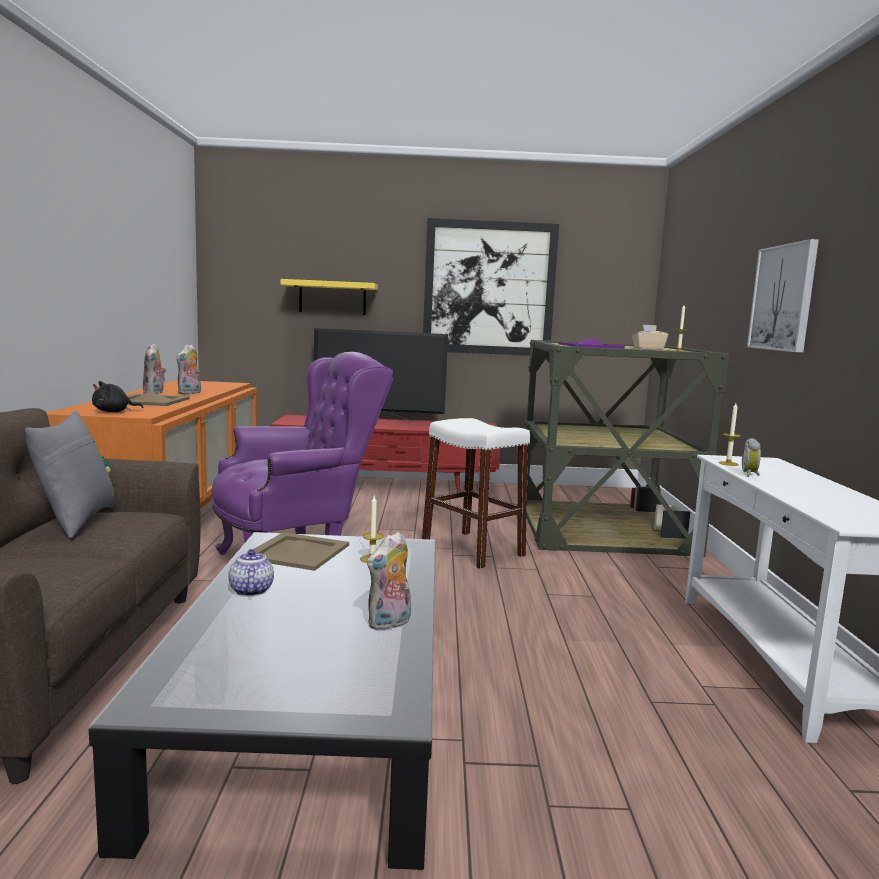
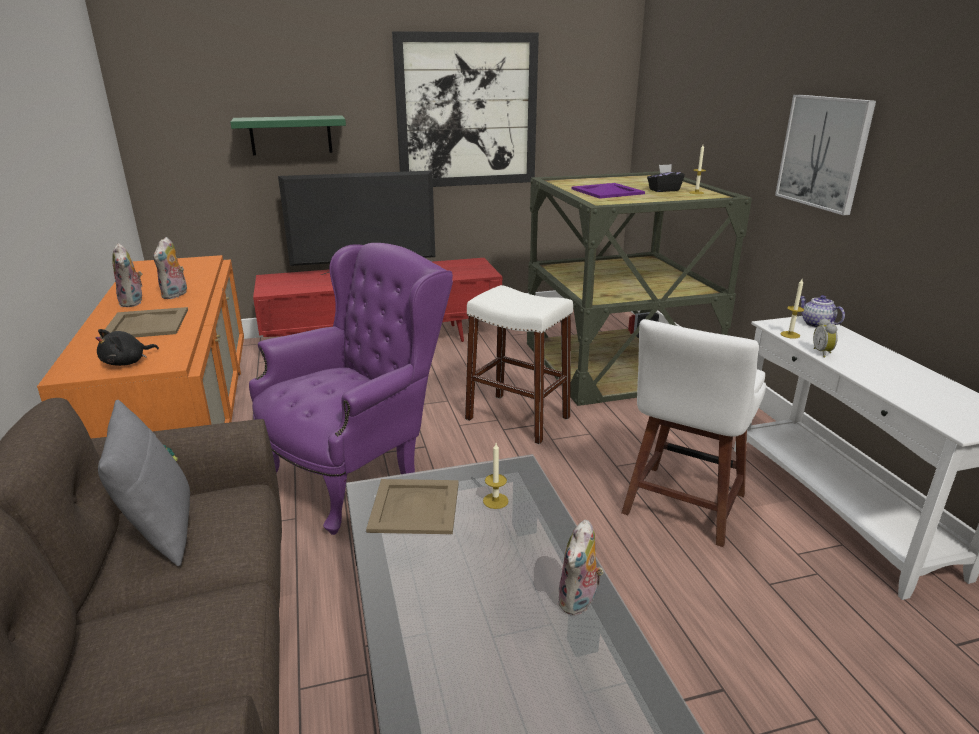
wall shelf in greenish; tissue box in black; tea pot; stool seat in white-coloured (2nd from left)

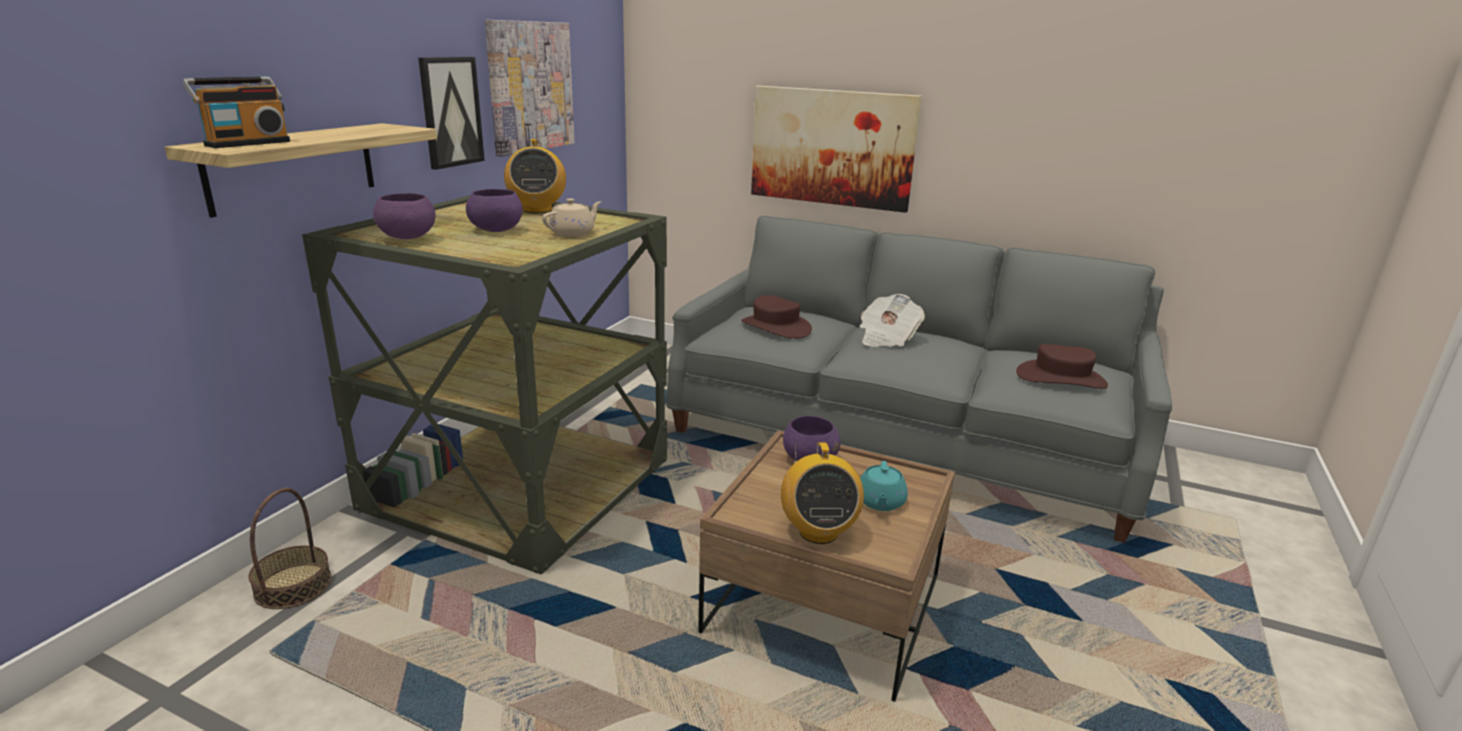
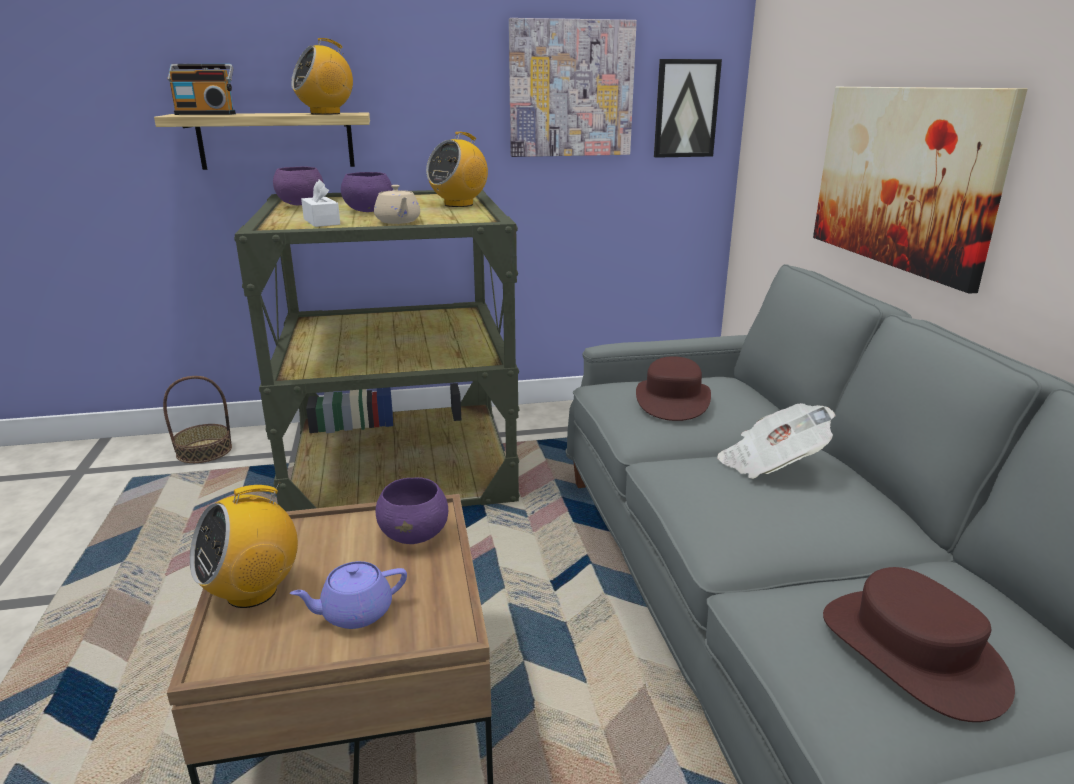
wall art (2nd from left); tea pot in sand-coloured; tea pot in purplish; radio receiver (3rd from left); tissue box in white-coloured

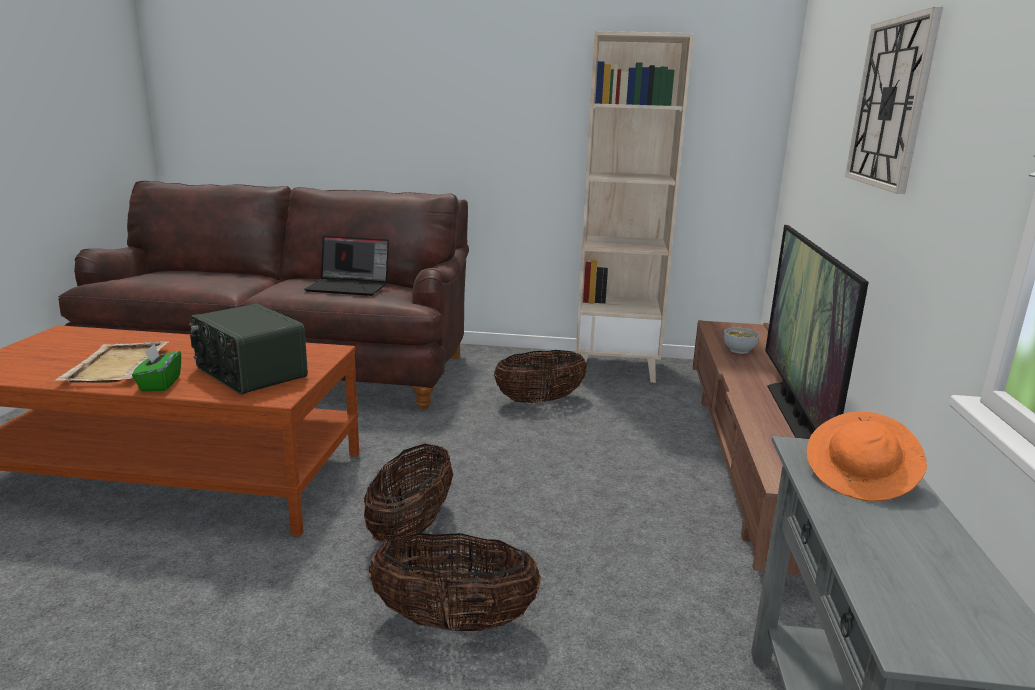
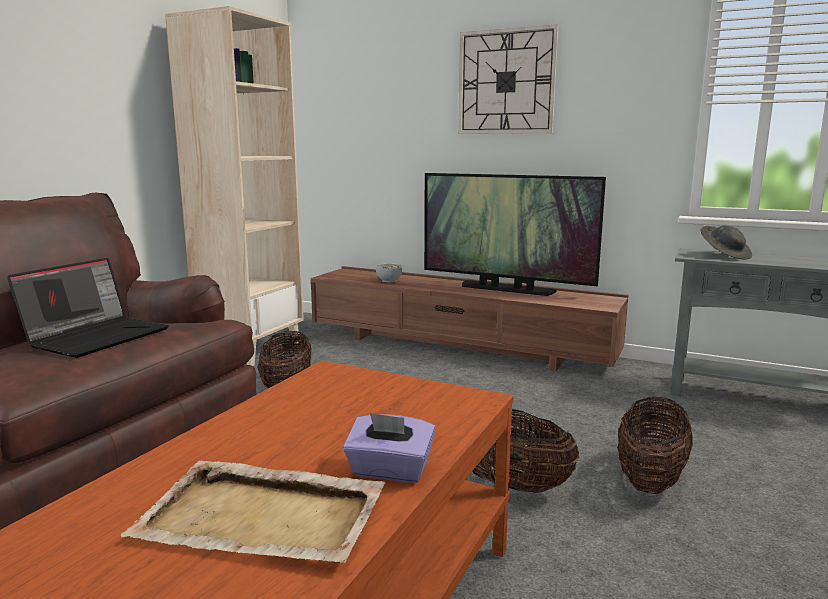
radio receiver; tissue box in purplish; clothing hat in greyish

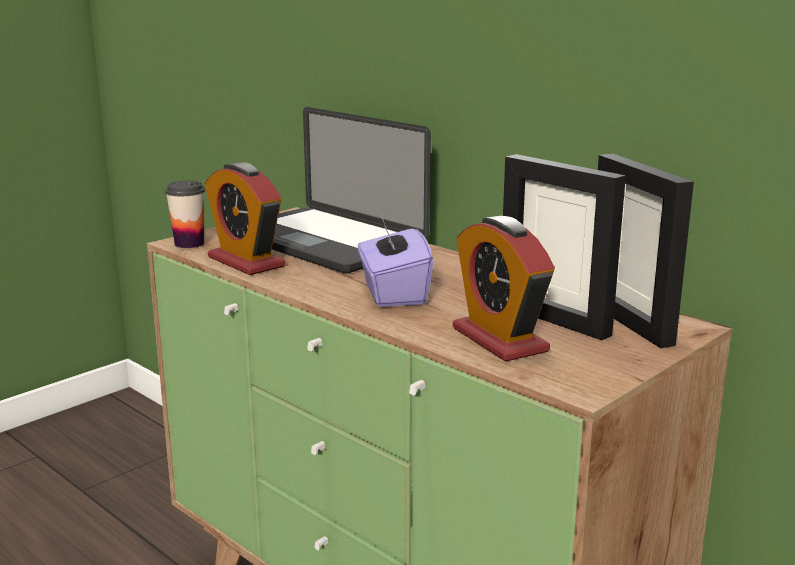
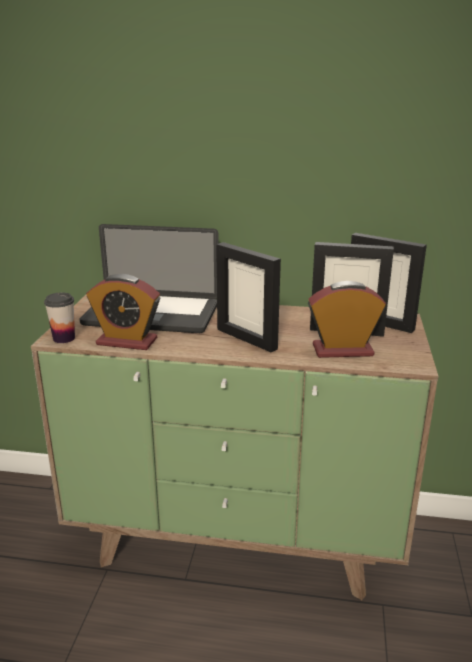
photo frame (1st from left); table clock (2nd from left)

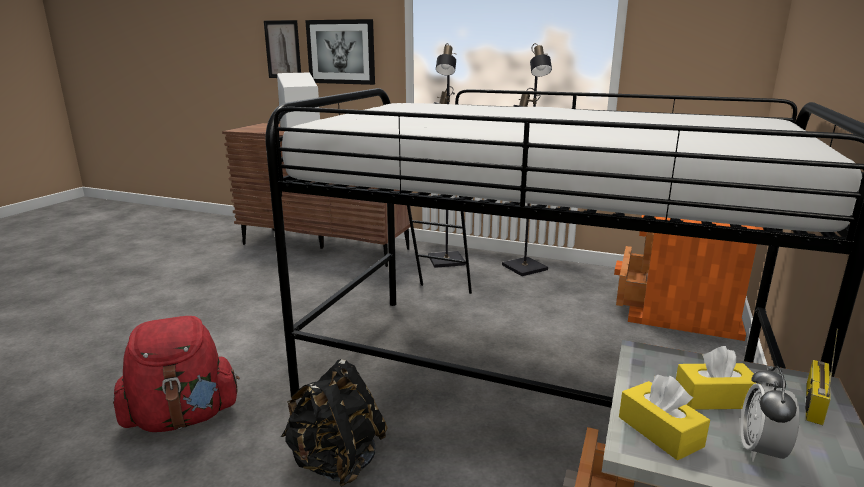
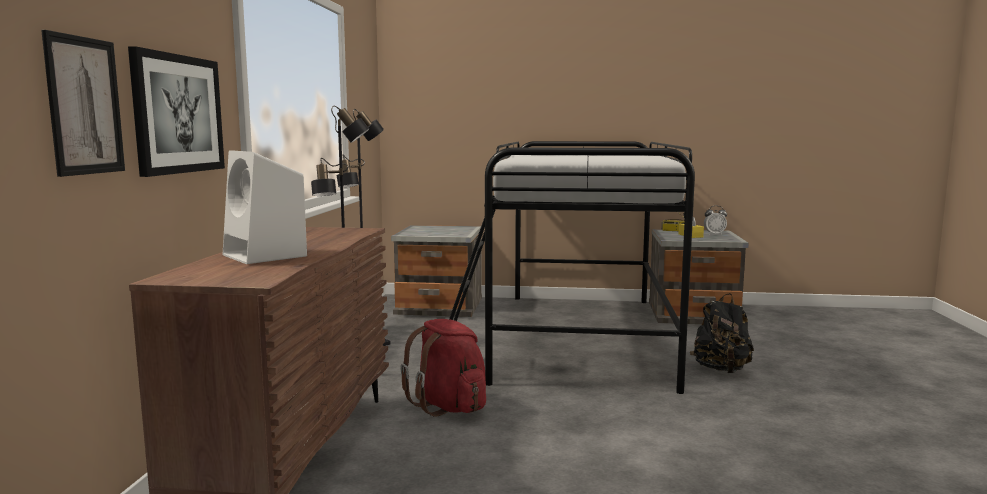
bedside table in greyish (1st from left); knapsack in reddish; tissue box in yellow (1st from left in the first image)

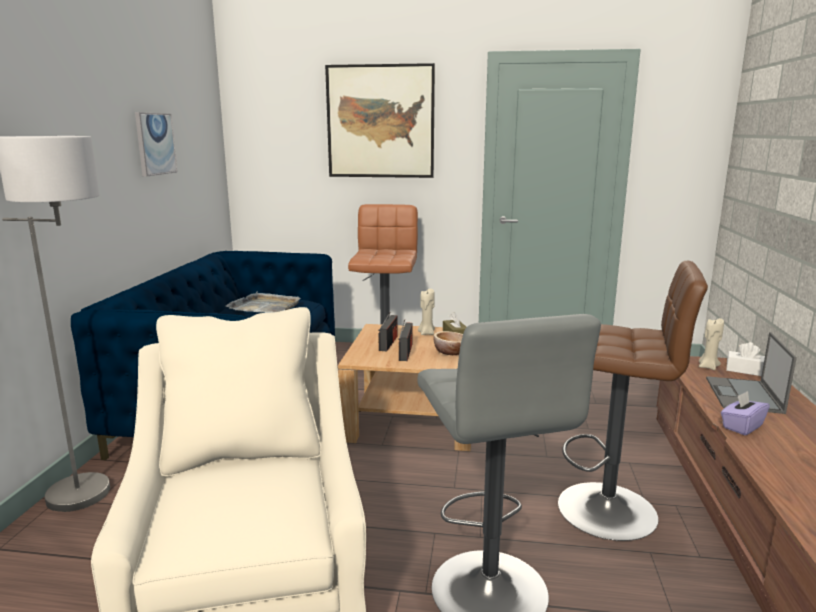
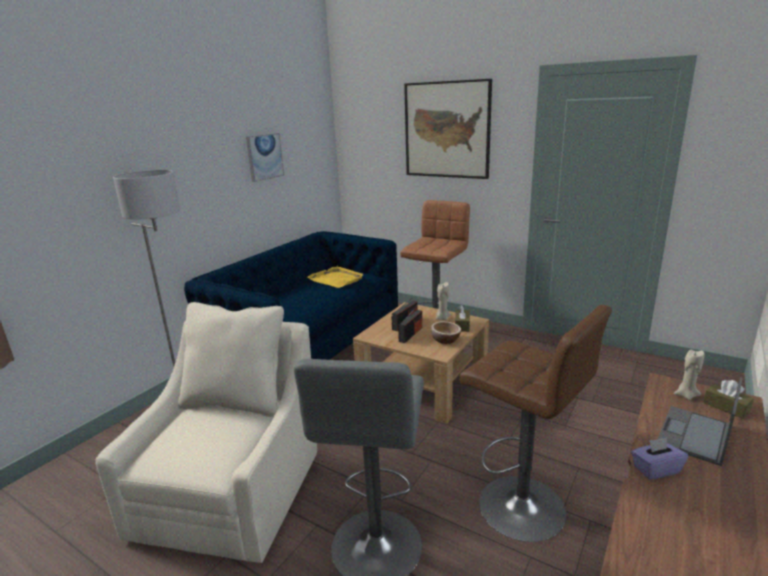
carrying tray in yellow; tissue box in brownish (2nd from left)

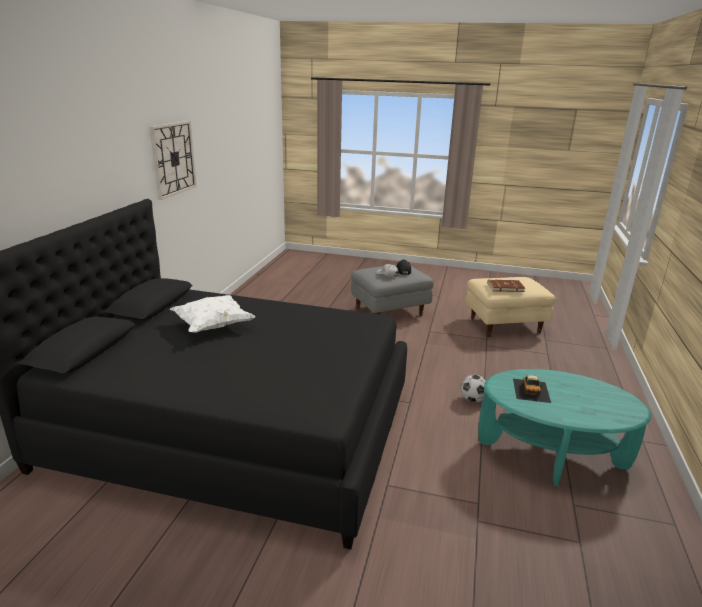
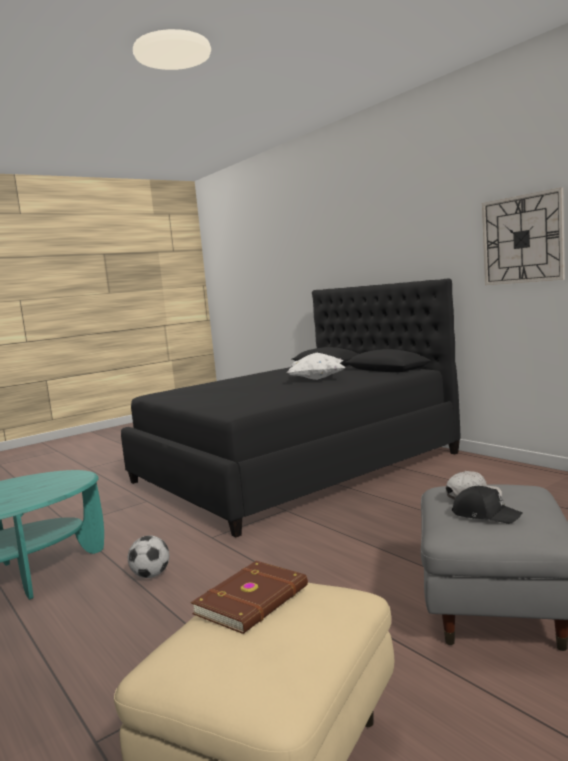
model car

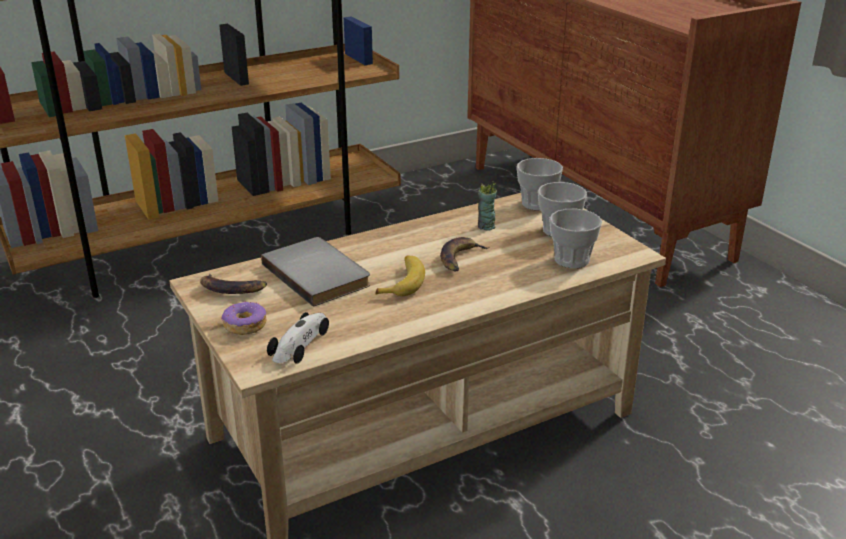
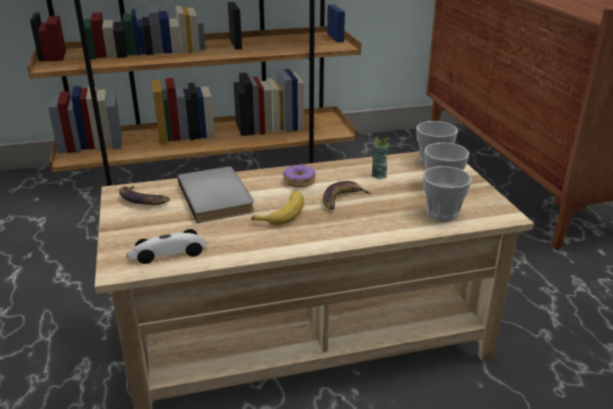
donut; model car

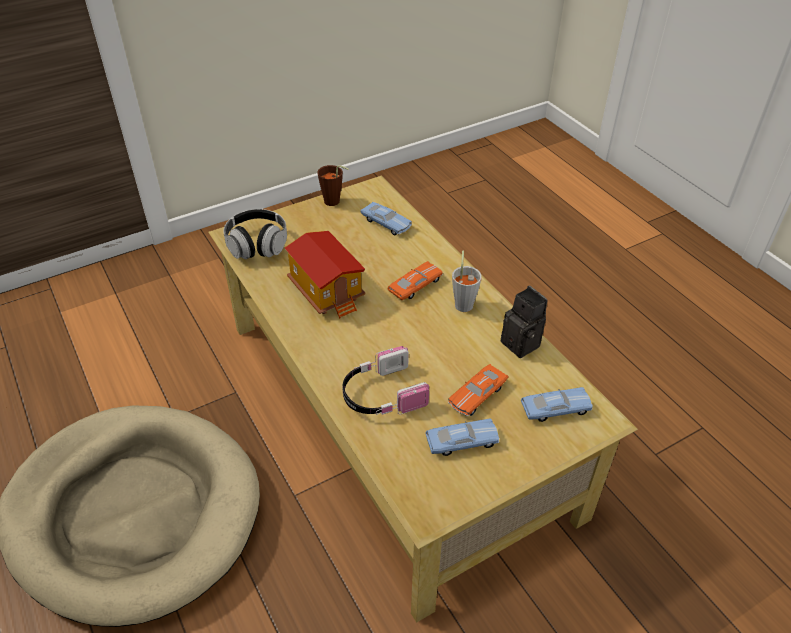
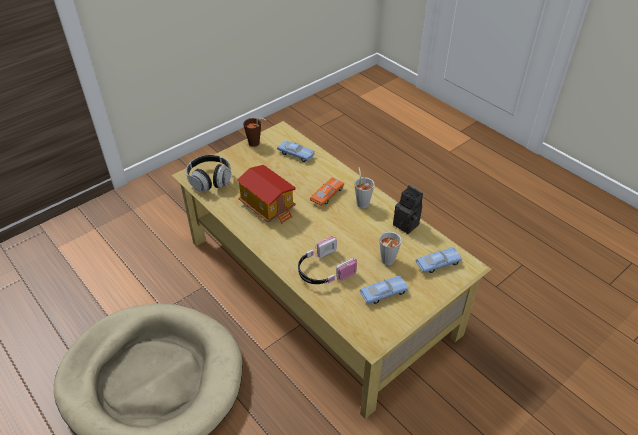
cup in greyish (2nd from left)

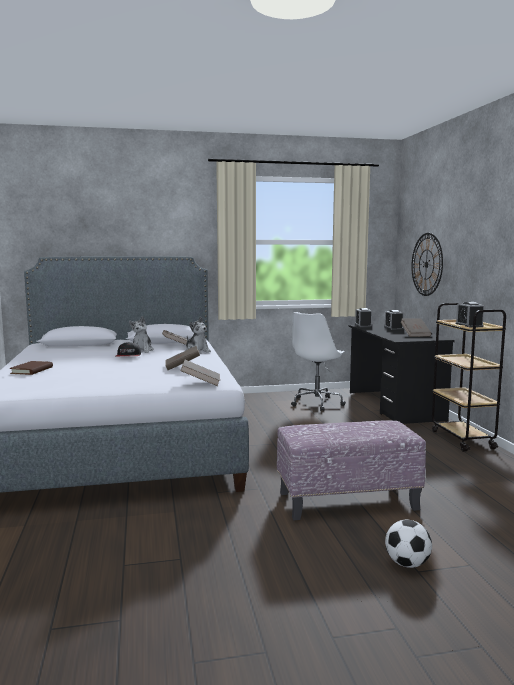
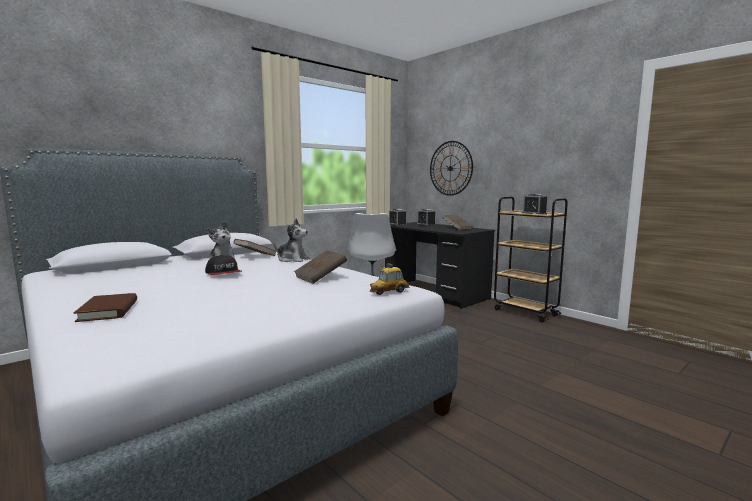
model car; ottoman; ball for football

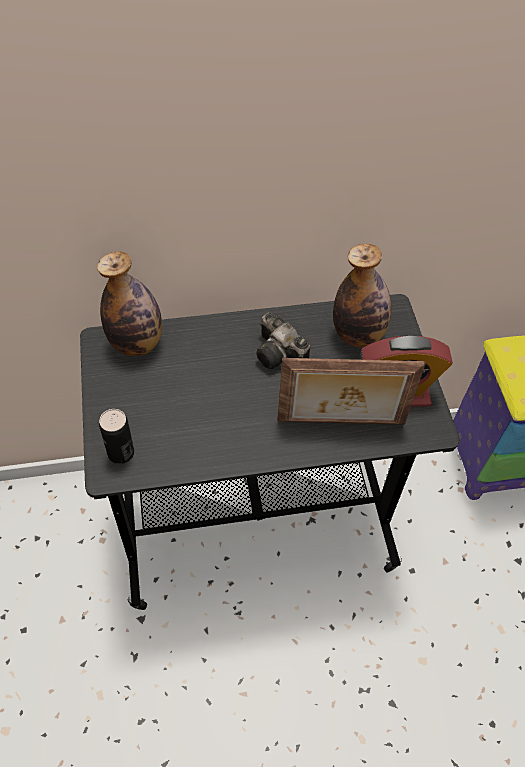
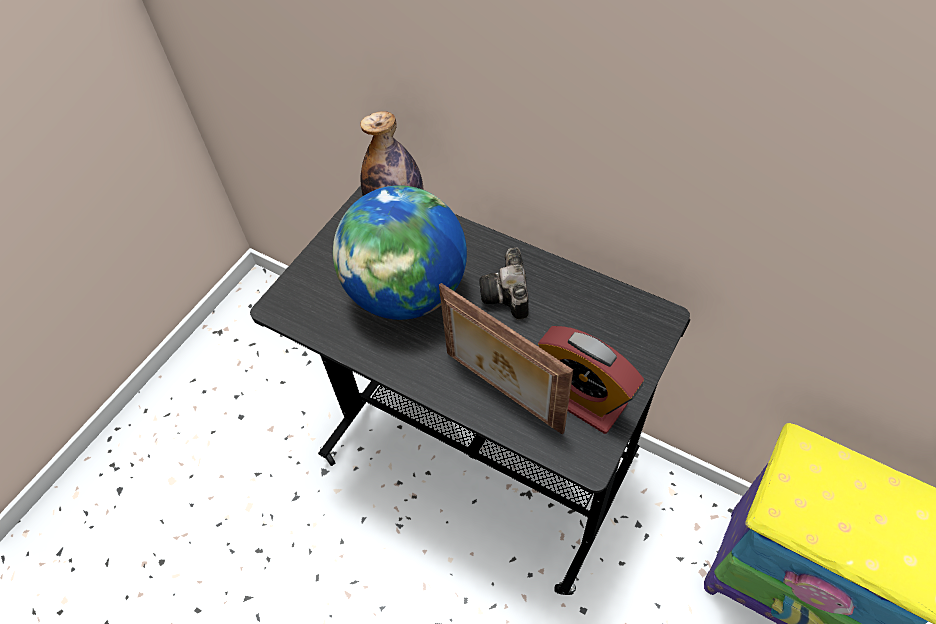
bottle (2nd from left in the first image); sealed can; globe

